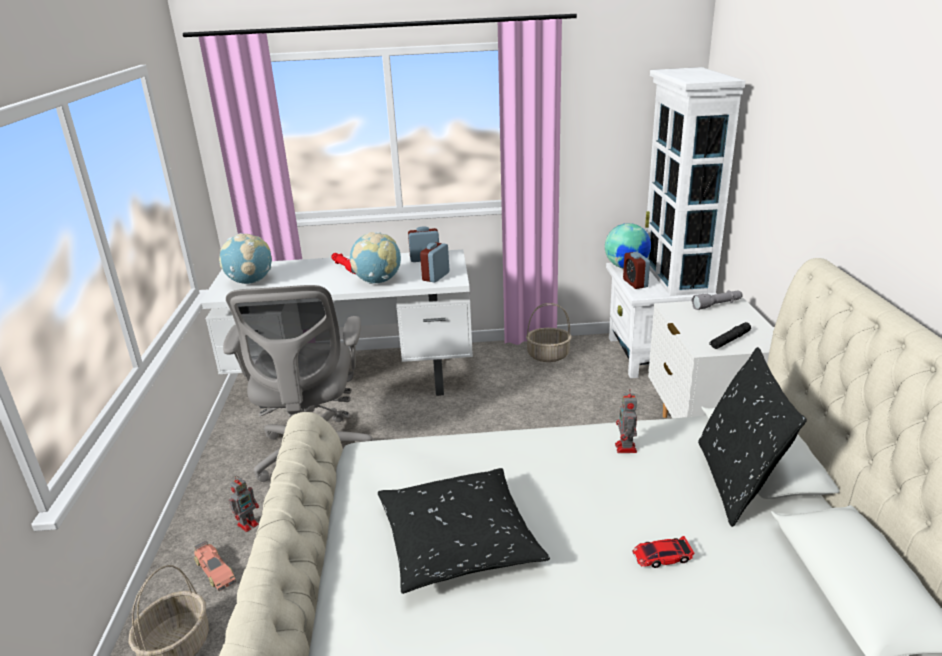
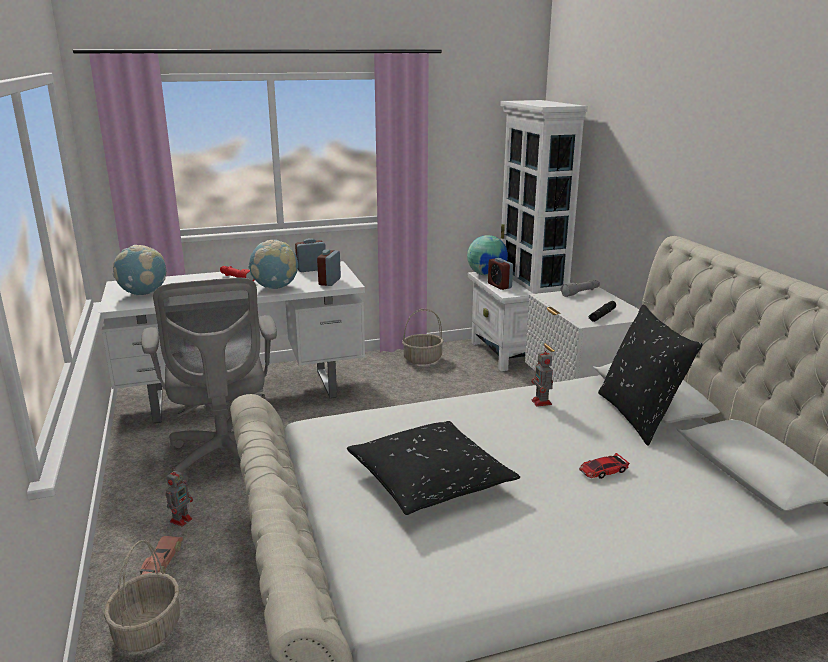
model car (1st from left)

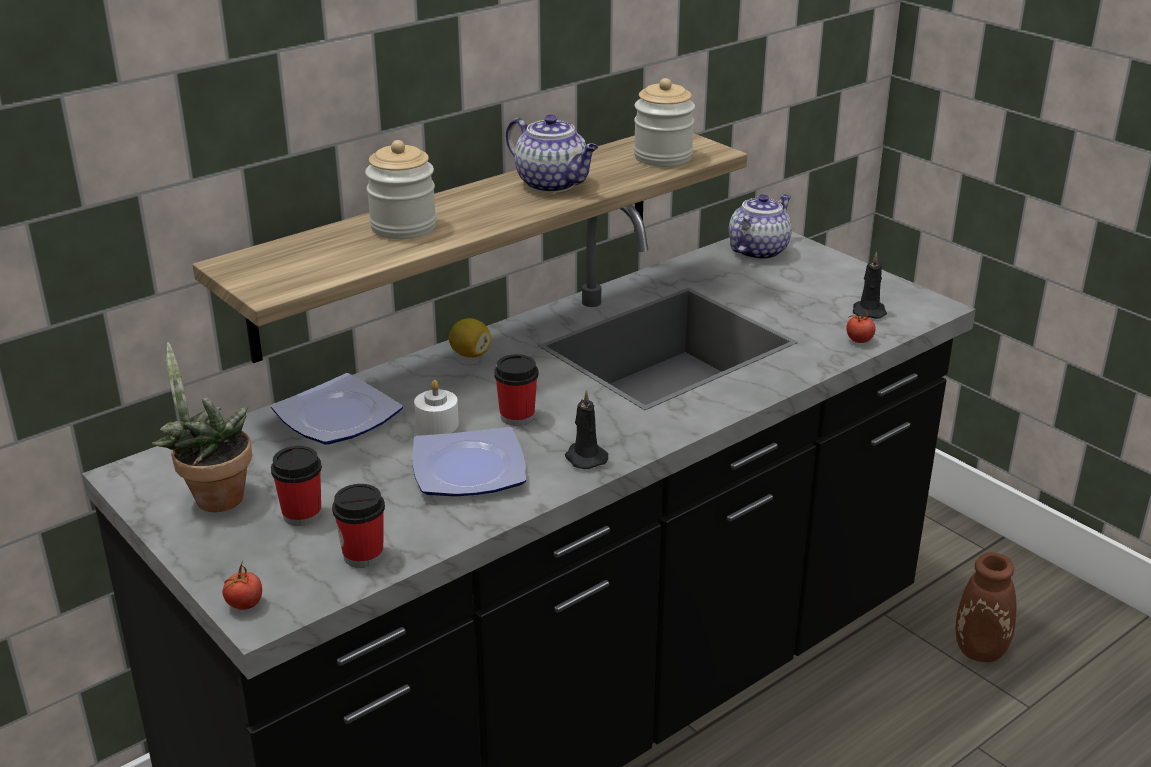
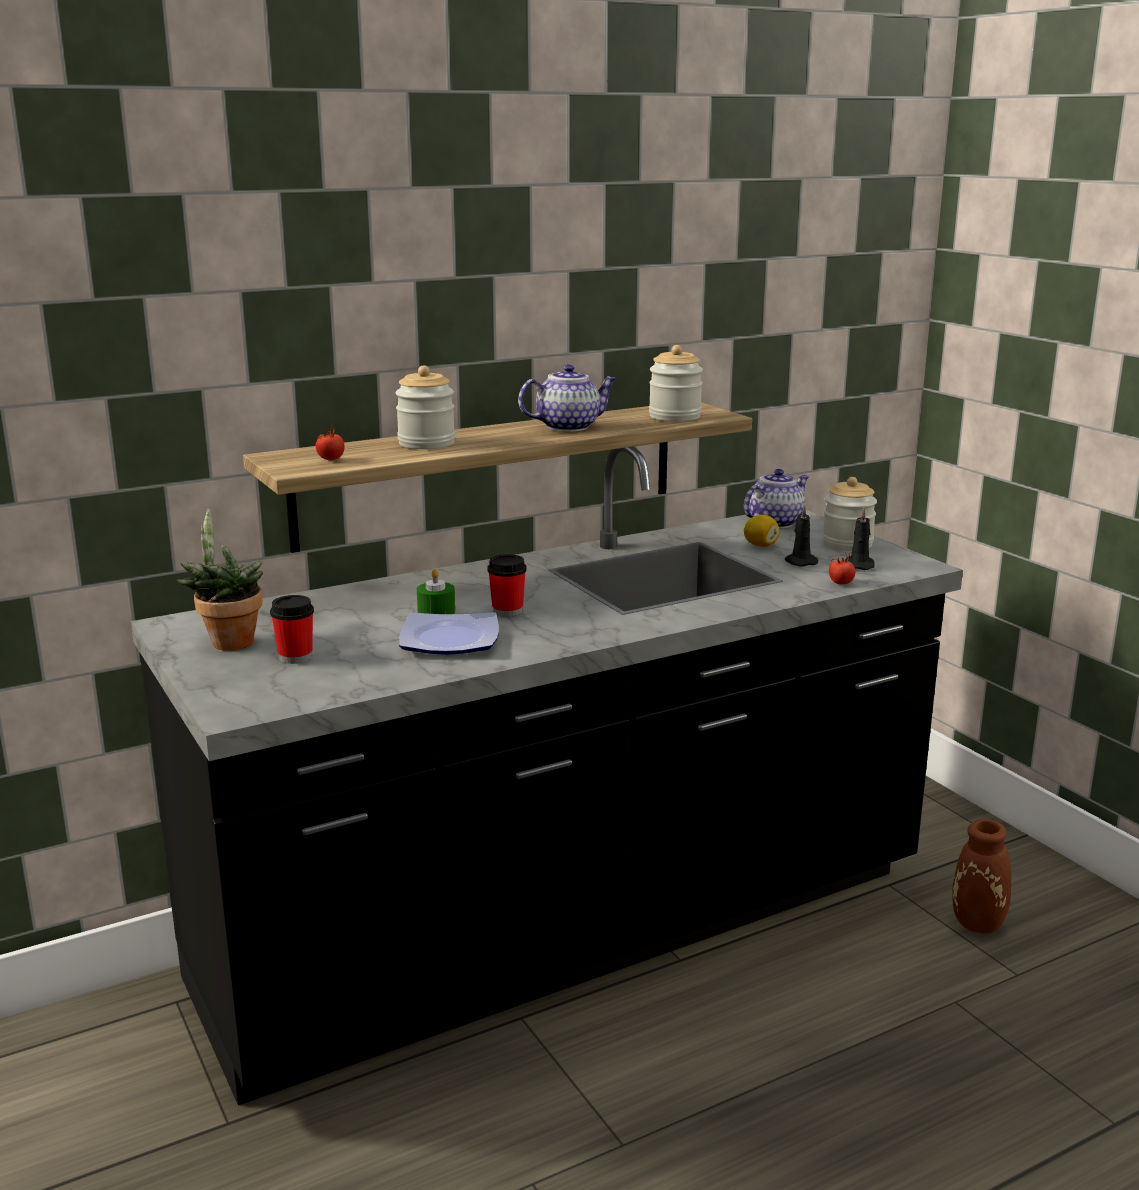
tea pot (1st from left); lemon; flat dish (1st from left in the first image); candle in greenish; candle in black (1st from left); cup (2nd from left in the first image); whole tomato (1st from left); jar (3rd from left)

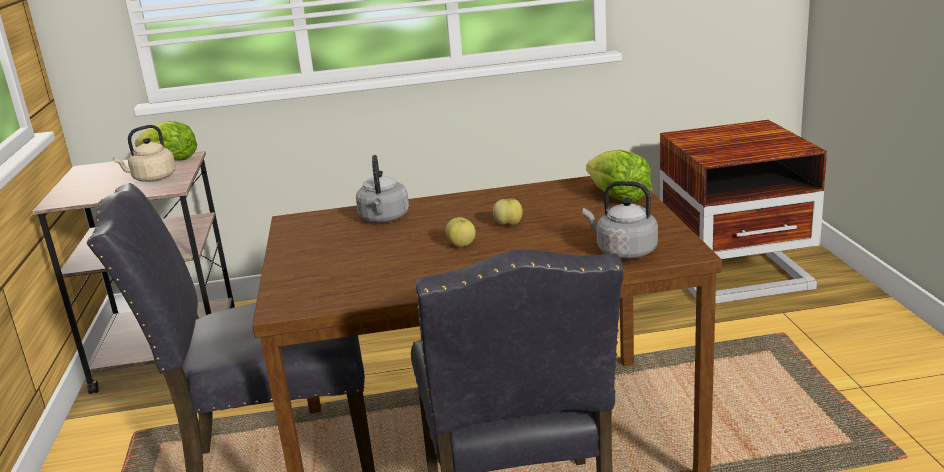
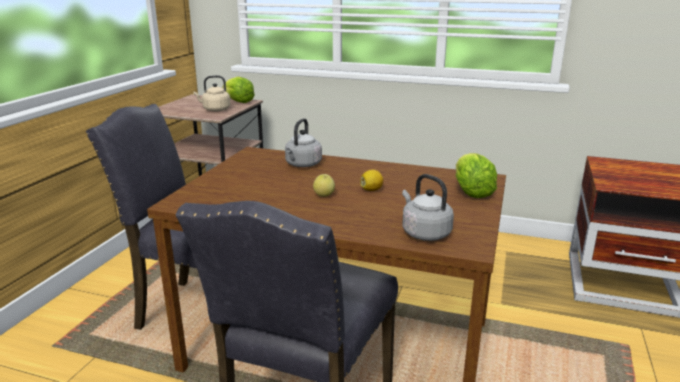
lemon

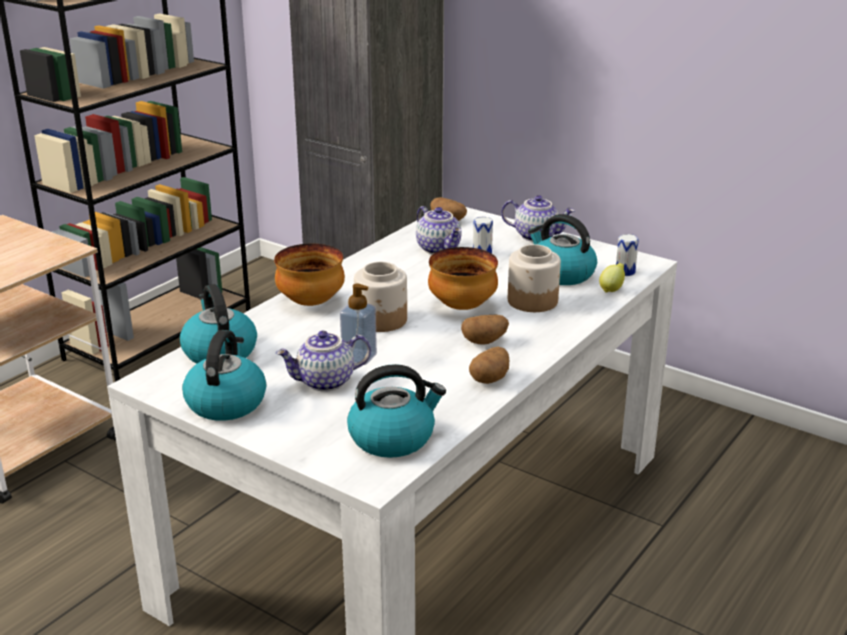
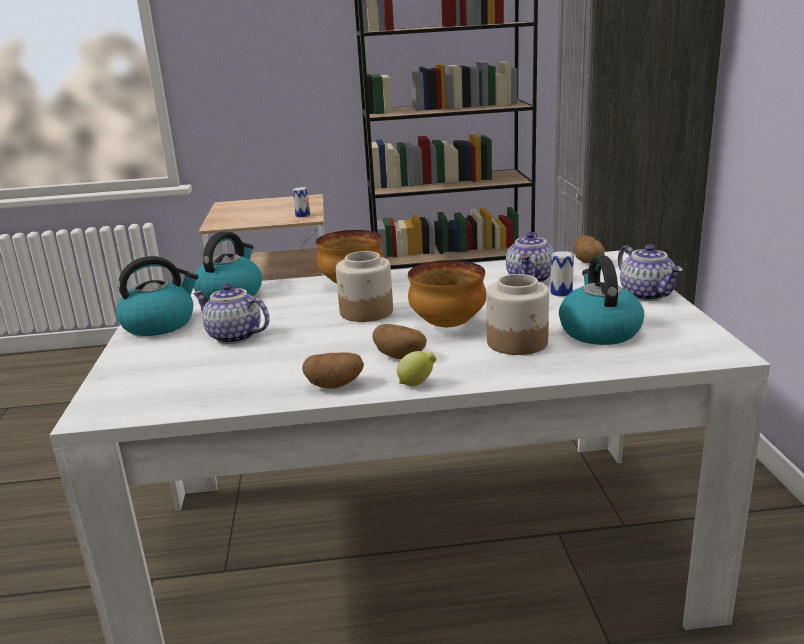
sealed can (1st from left); lemon; soap dispenser; kettle (3rd from left in the first image)

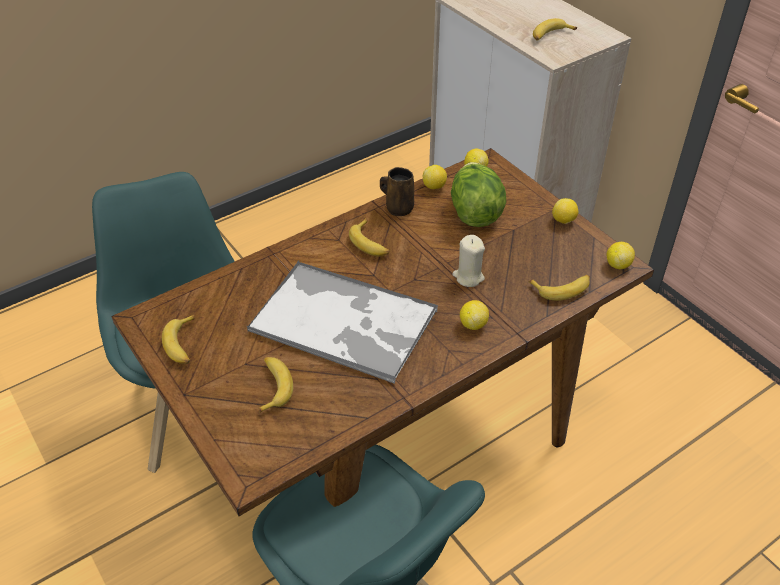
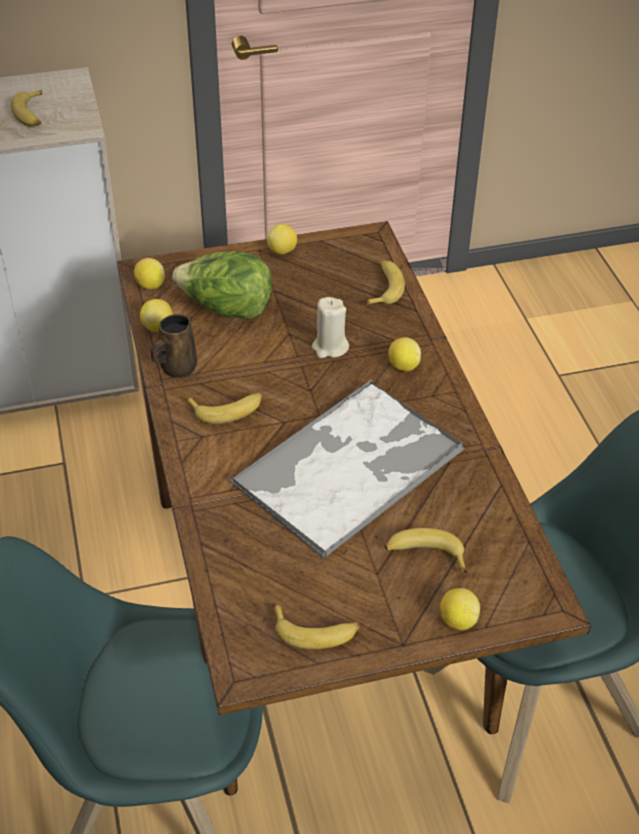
lemon (5th from left)

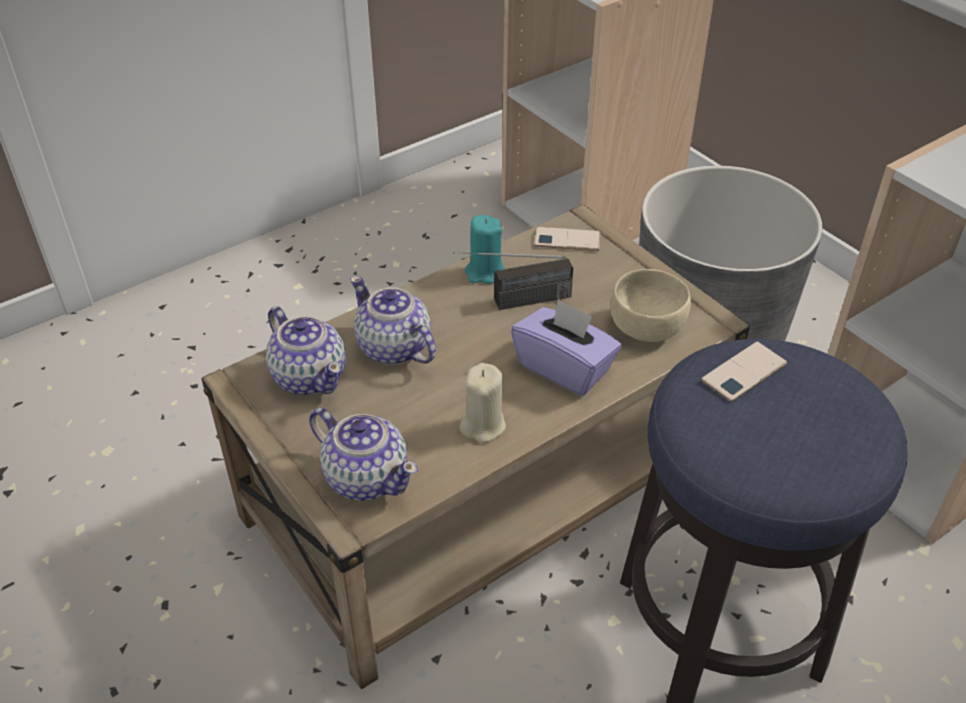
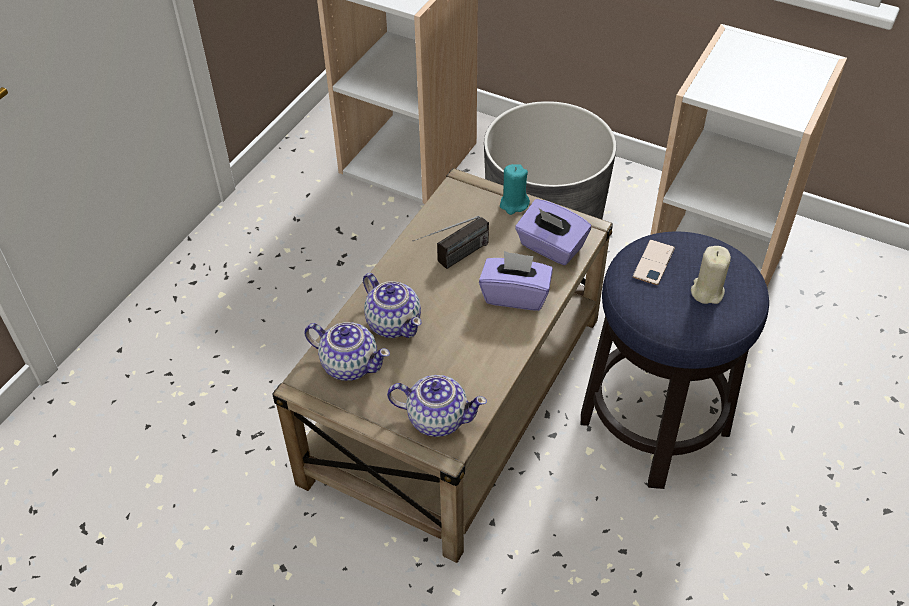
candle in turquoise-coloured; handset (1st from left in the first image); tissue box in purplish (2nd from left); tea pot (2nd from left); candle in sand-coloured

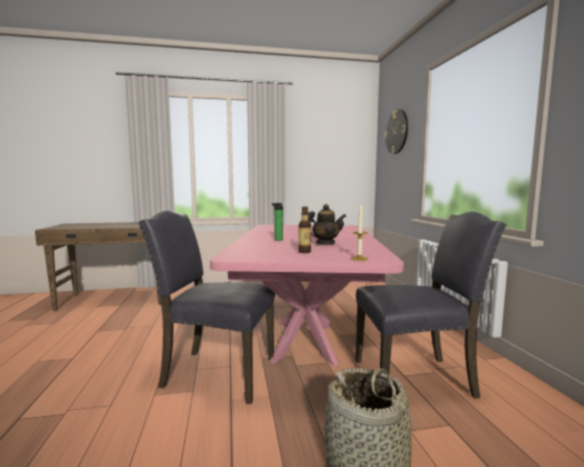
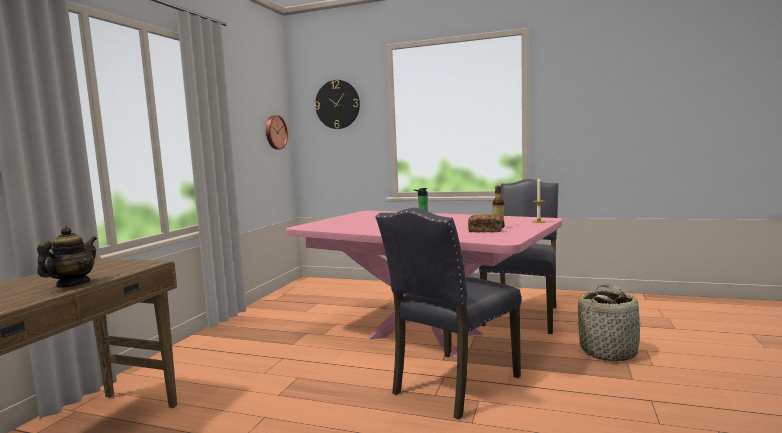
tea pot; hanging clock (1st from left); bakery bread

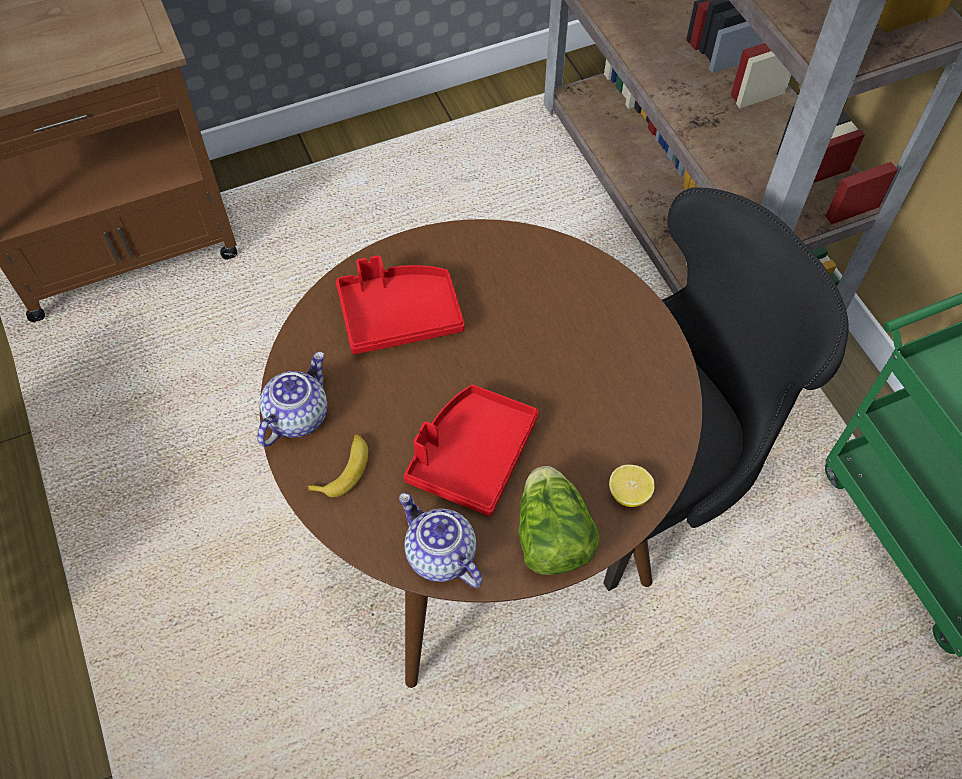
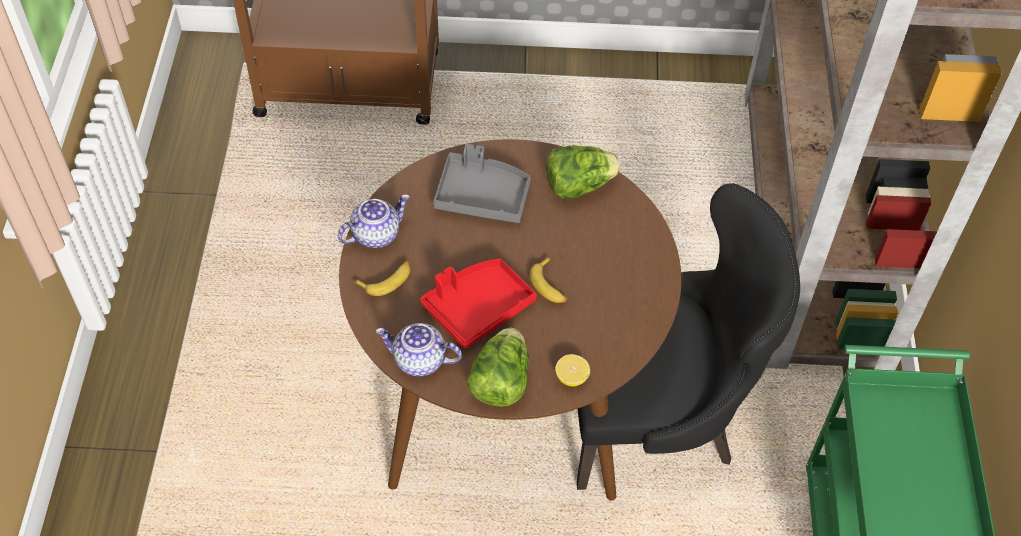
carrying tray in greyish; tea pot (2nd from left); lettuce (2nd from left); whole banana (2nd from left)

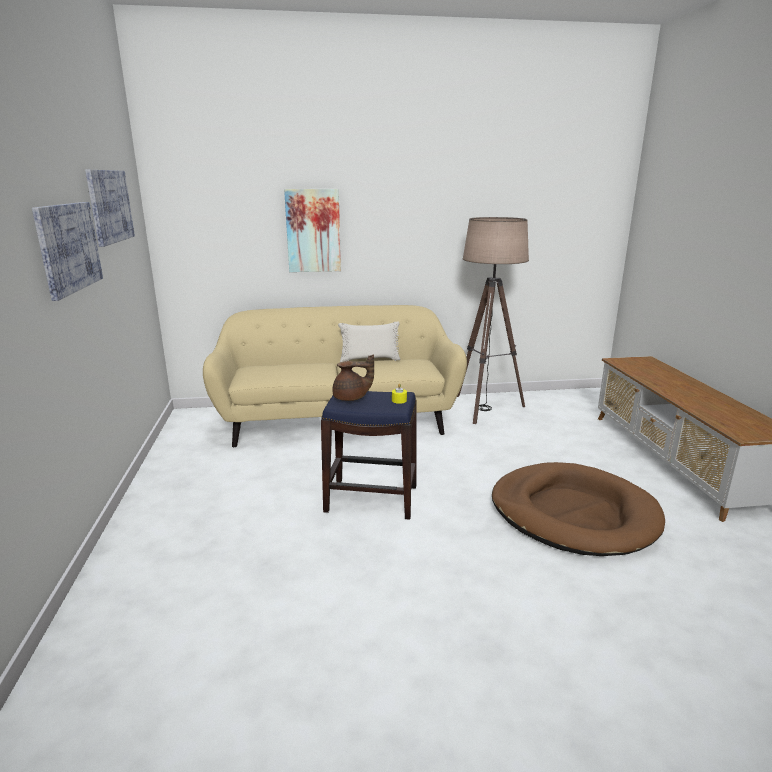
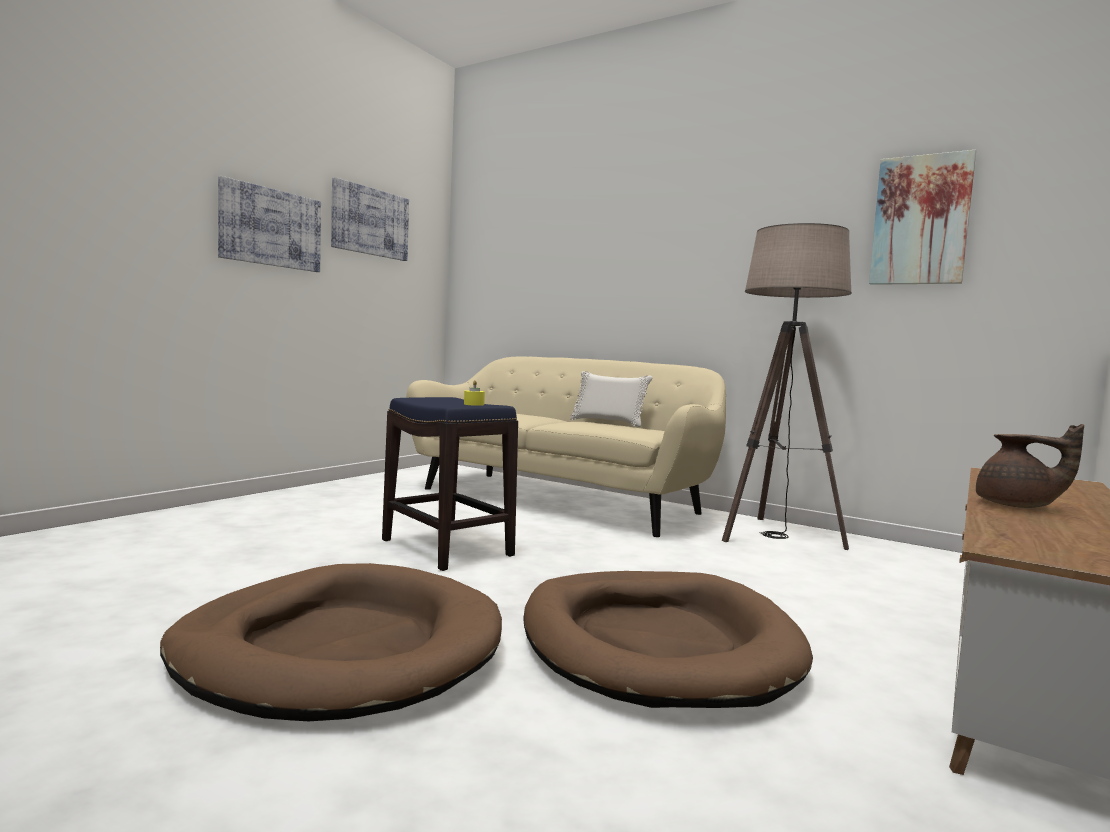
wall art (3rd from left); tea pot in brownish; pet bed in brownish (1st from left)

